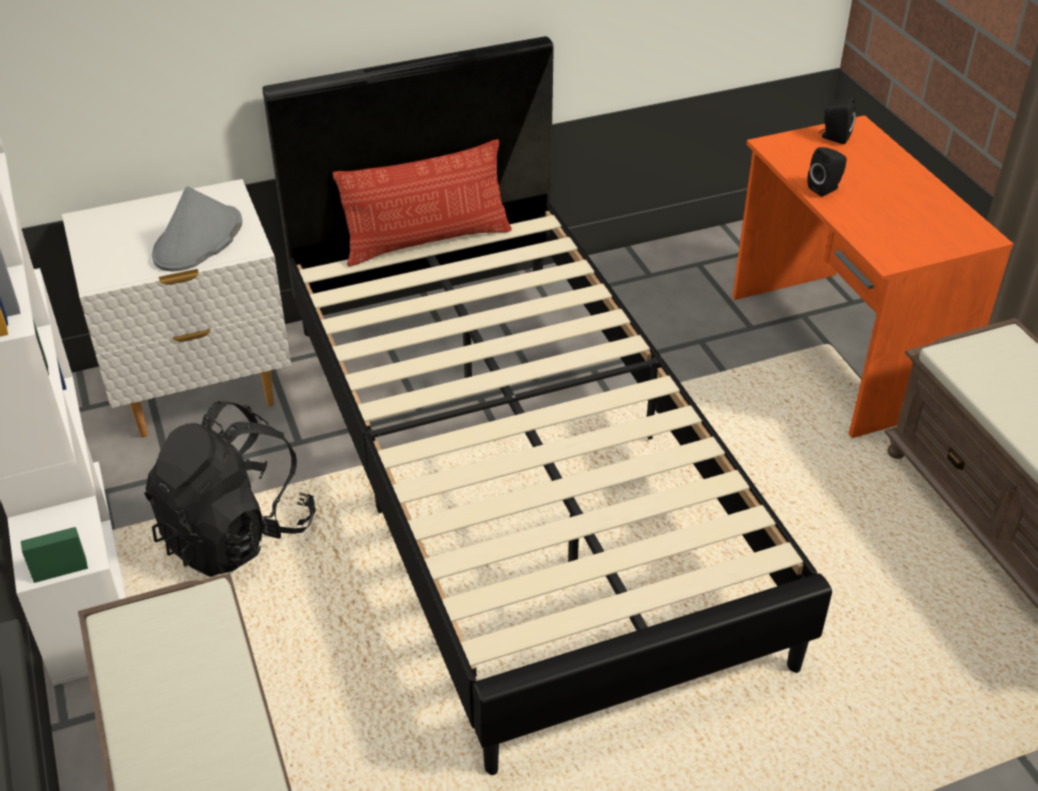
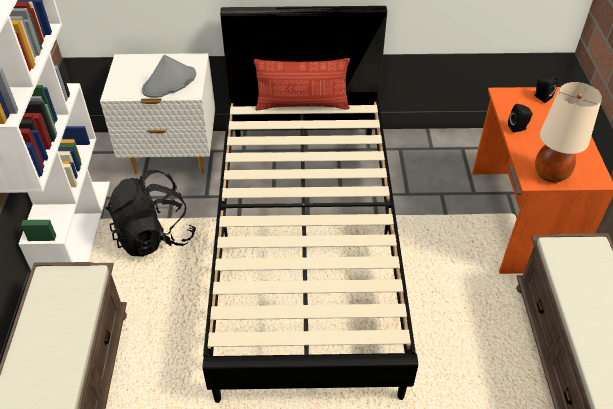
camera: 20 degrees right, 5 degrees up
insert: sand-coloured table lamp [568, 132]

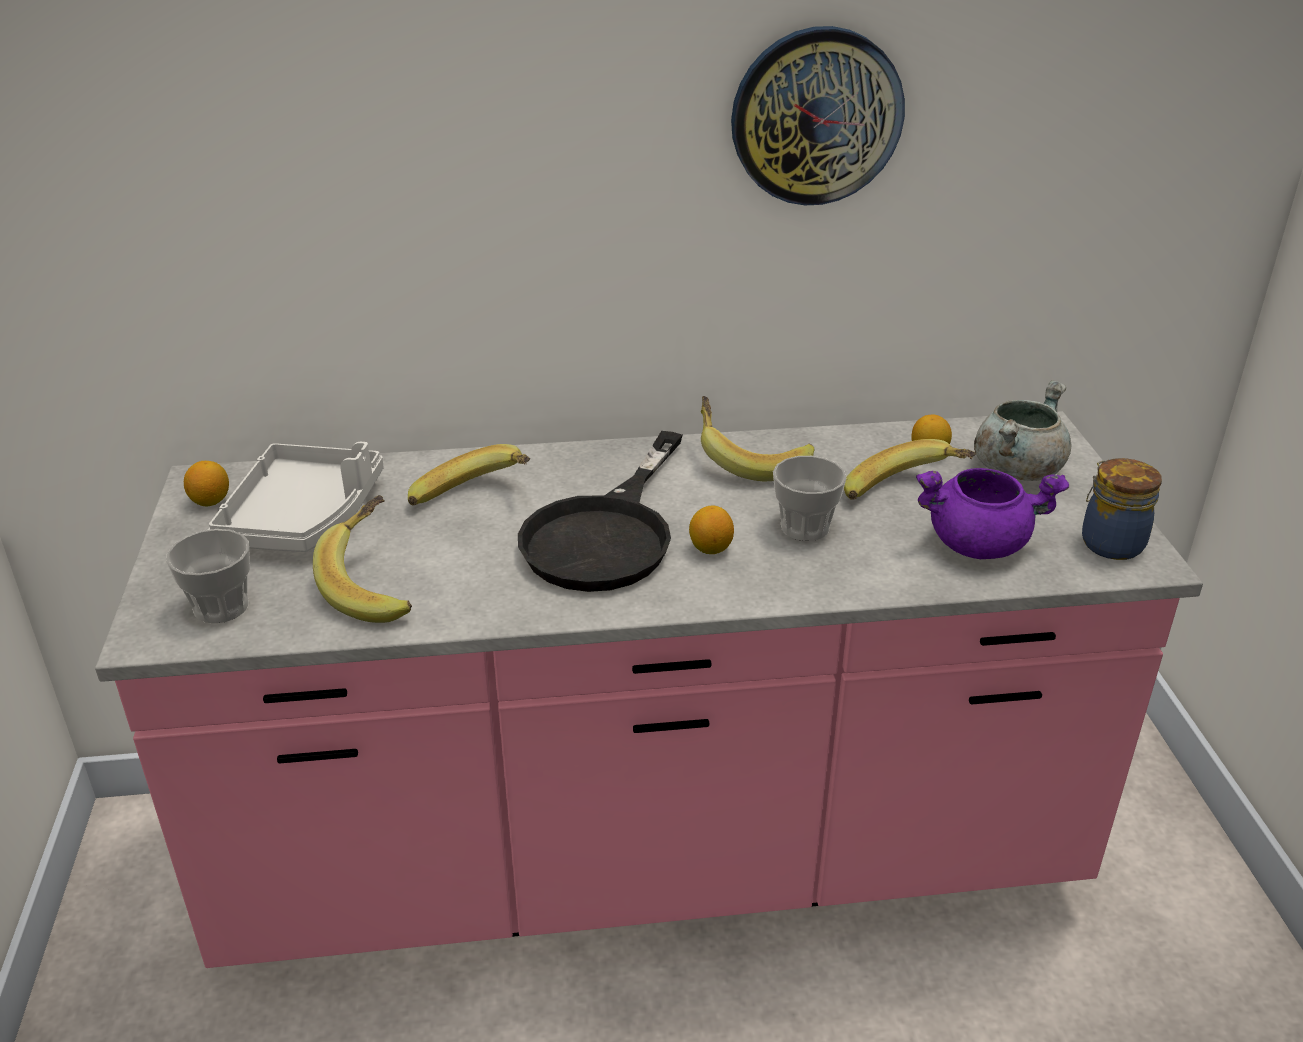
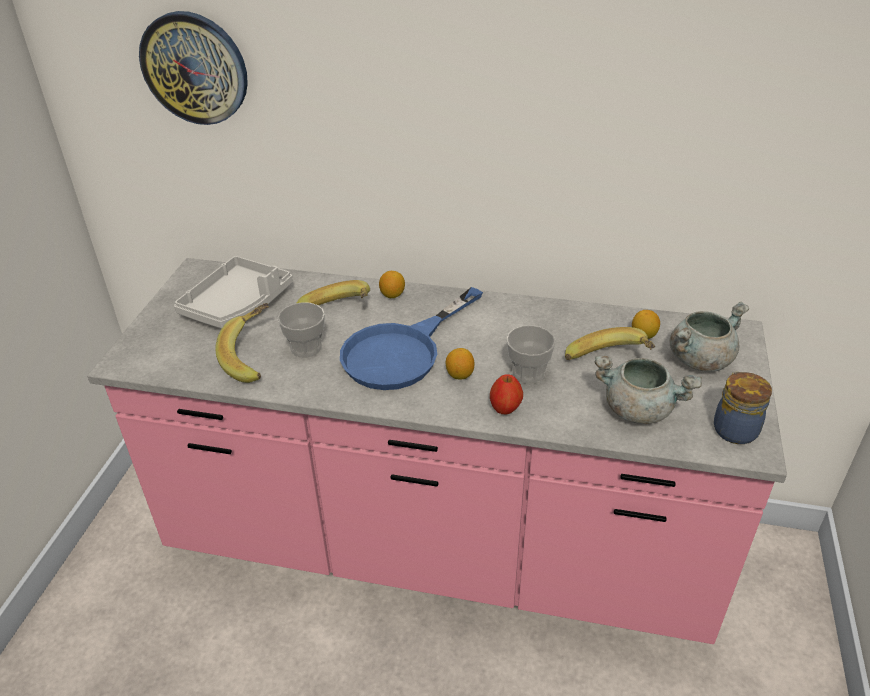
camera: 20 degrees right, 5 degrees up
delete: whole banana [757, 439]
insert: whole apple [506, 394]
move: clock on the wall [818, 115] to [193, 68]; whole lemon [206, 483] to [392, 284]; cup [208, 576] to [301, 330]
recolor: blackish skillet [600, 511] to blue skillet [411, 338]; purplish saucepot [992, 513] to gray saucepot [648, 389]

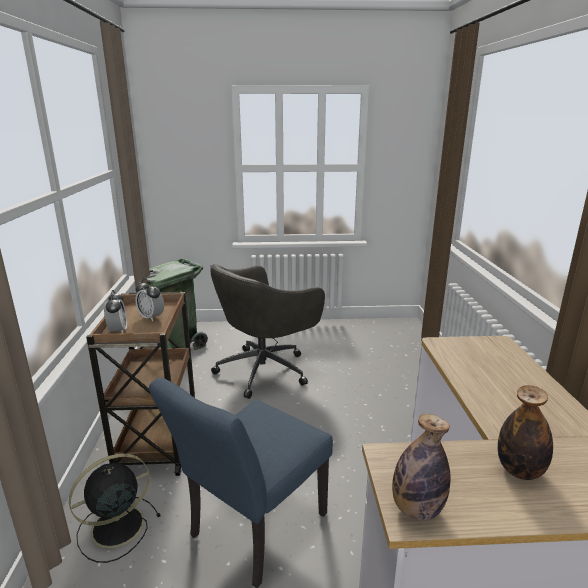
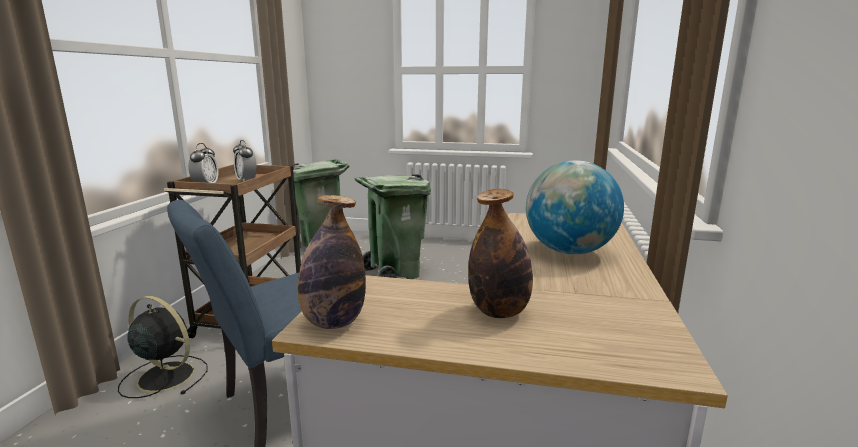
camera: 15 degrees right, 5 degrees down
insert: globe [575, 207]
replace: gray desk chair [267, 331] to green-coloured trash can [393, 226]
rotate: blackish cooling fan [115, 508] = [163, 347] 45 degrees clockwise

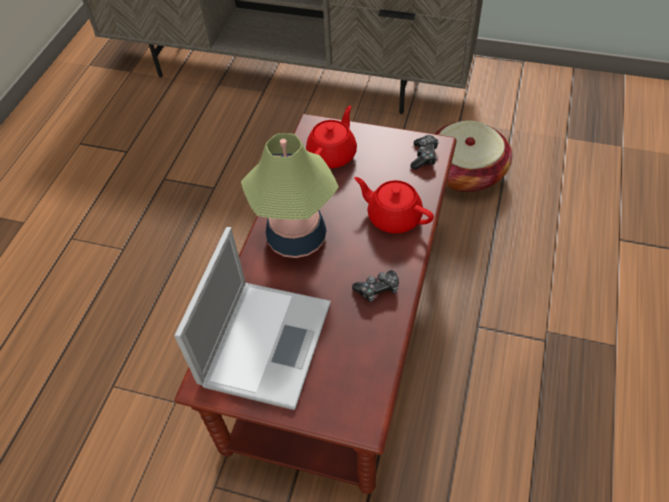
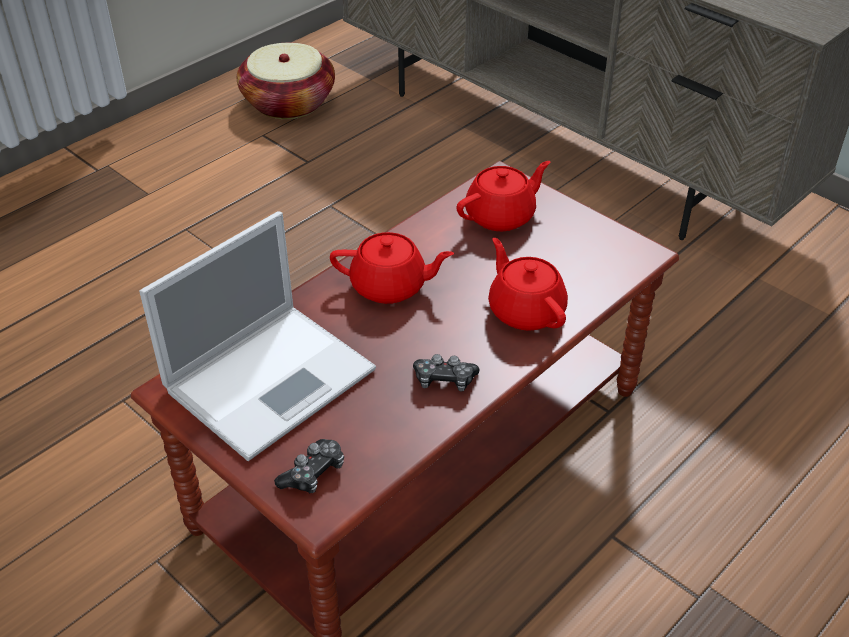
camera: 25 degrees right, 10 degrees down
move: storage basket [473, 157] to [286, 81]; joypad [424, 152] to [309, 466]
replace: table lamp [290, 195] to red-coloured pot for tea [392, 268]

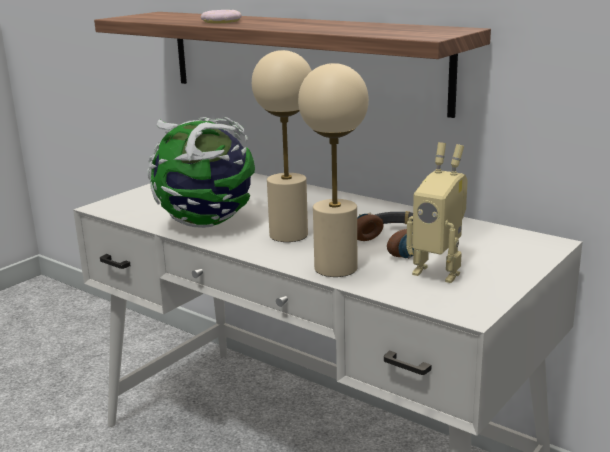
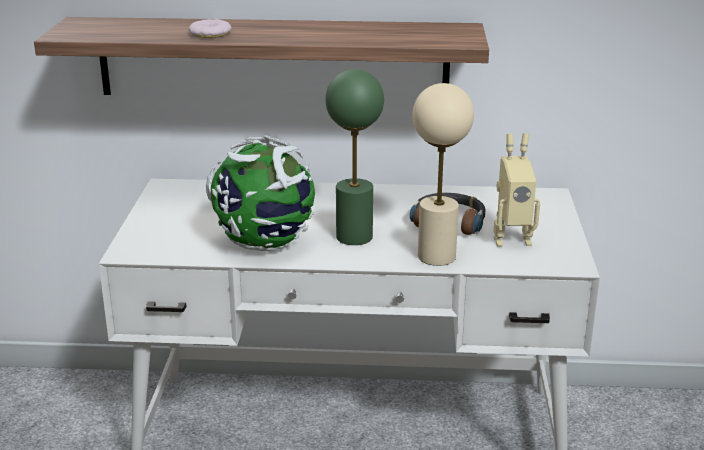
camera: 35 degrees left, 5 degrees up
recolor: sand-coloured table lamp [282, 146] to green-coloured table lamp [354, 157]

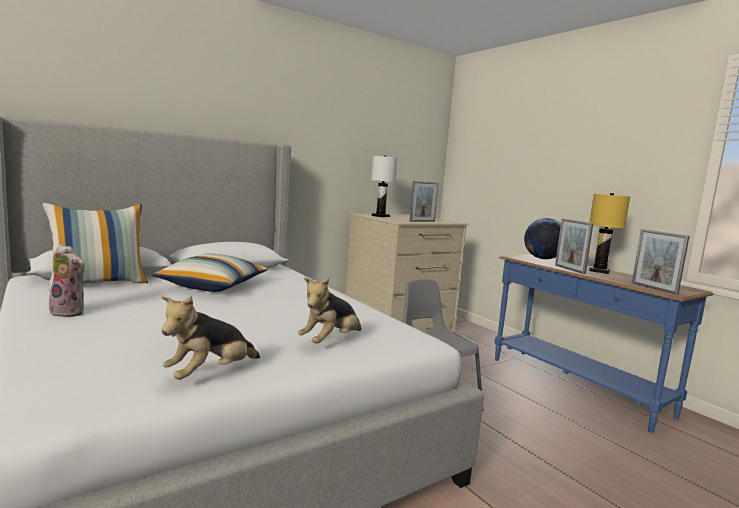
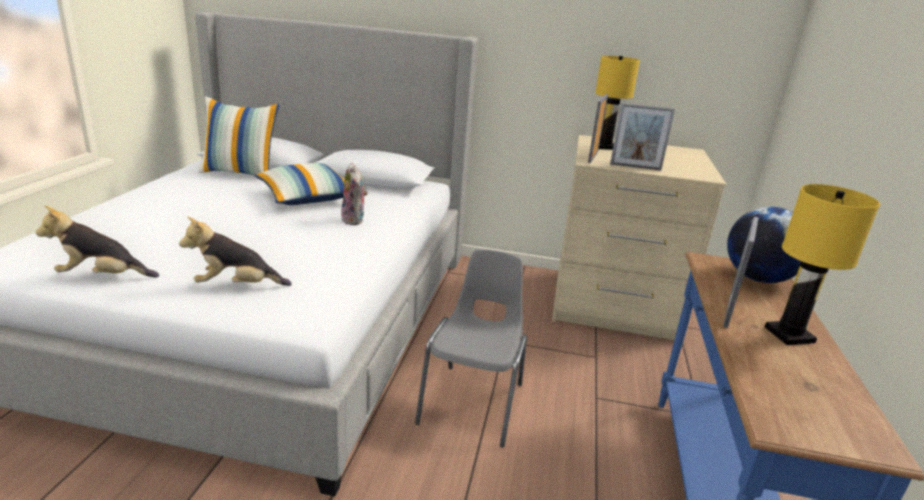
camera: 45 degrees right, 15 degrees up
move: picture frame [661, 262] to [598, 128]; soft toy [65, 280] to [354, 194]
recolor: whitish table lamp [384, 186] to yellow-coloured table lamp [617, 103]

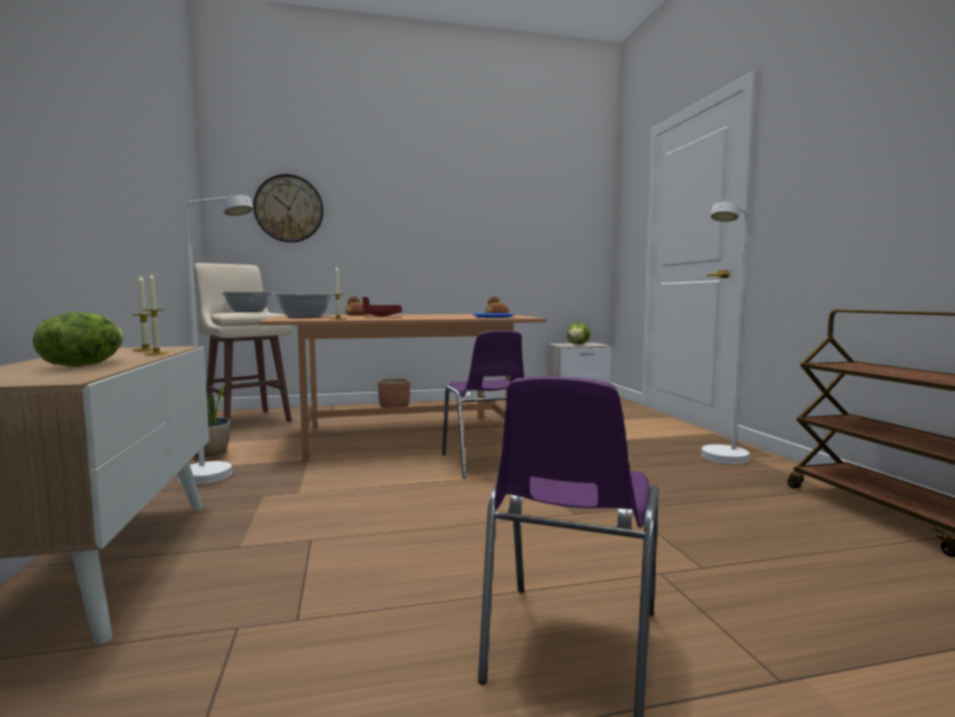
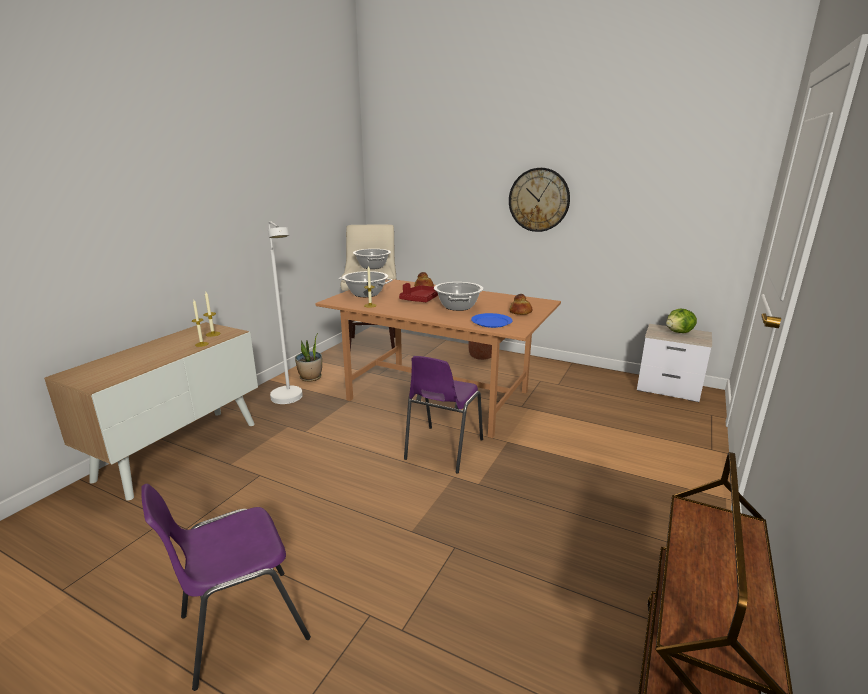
camera: 40 degrees right, 15 degrees up
delete: whitish standing lamp [725, 333]; head of lettuce [78, 339]
insert: saucepot [459, 296]
move: clock on the wall [288, 208] to [539, 200]

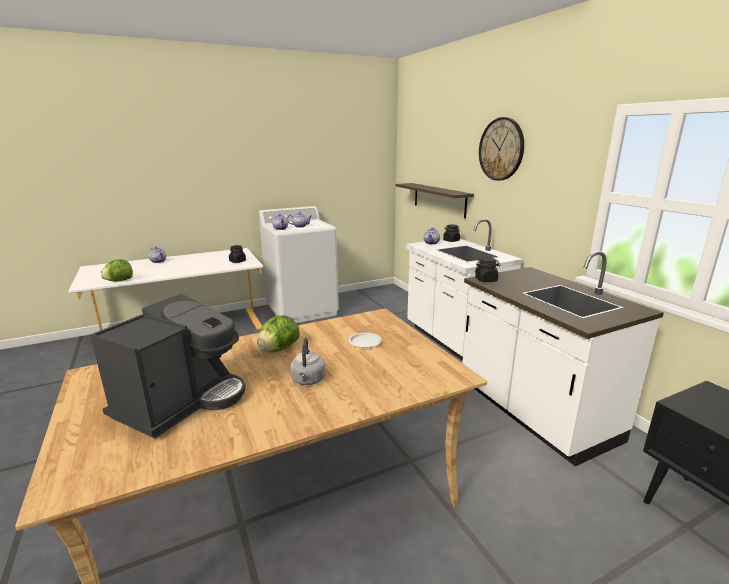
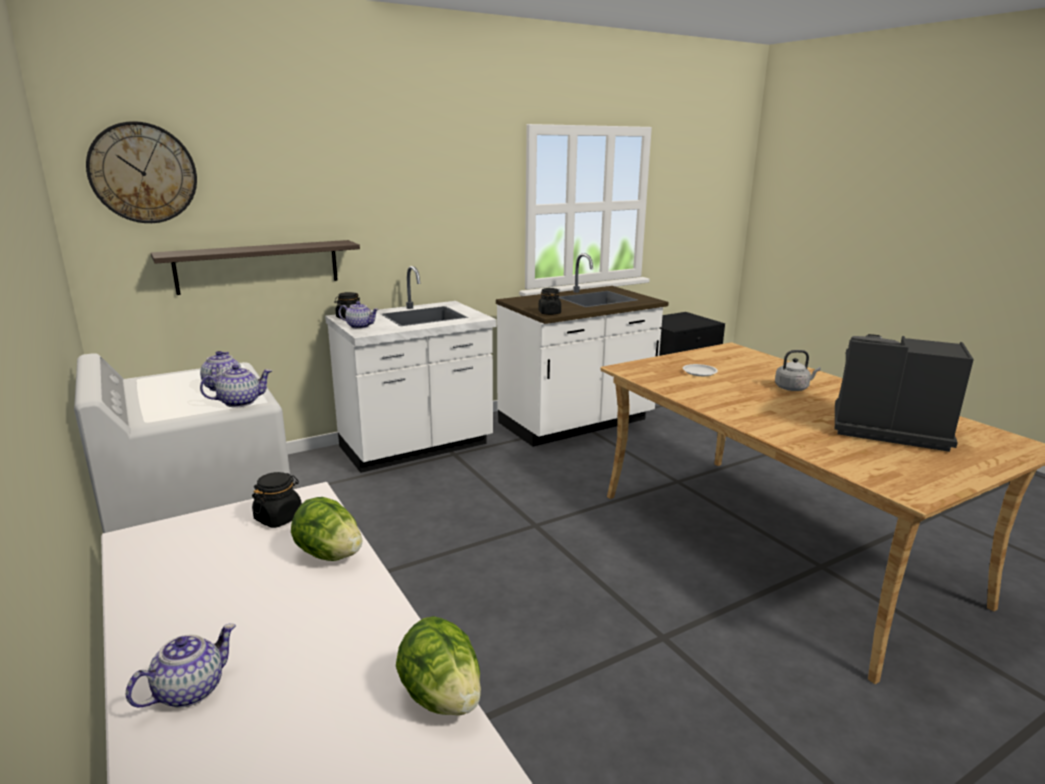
camera: 95 degrees left, 0 degrees up
move: clock on the wall [501, 149] to [141, 172]; head of lettuce [278, 333] to [326, 529]

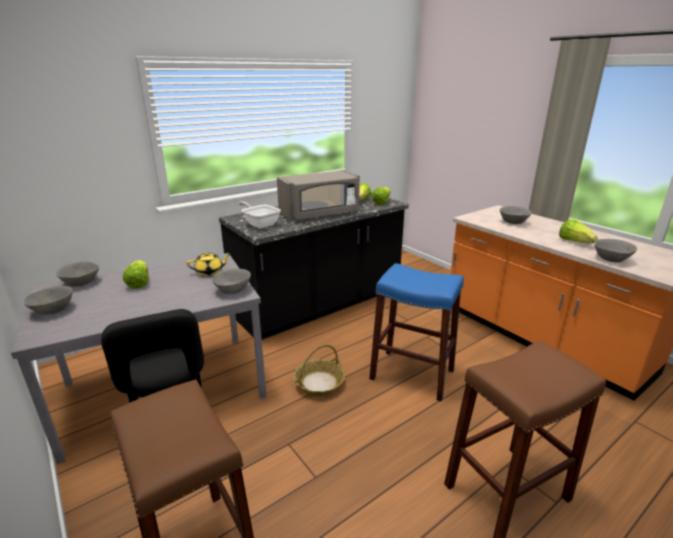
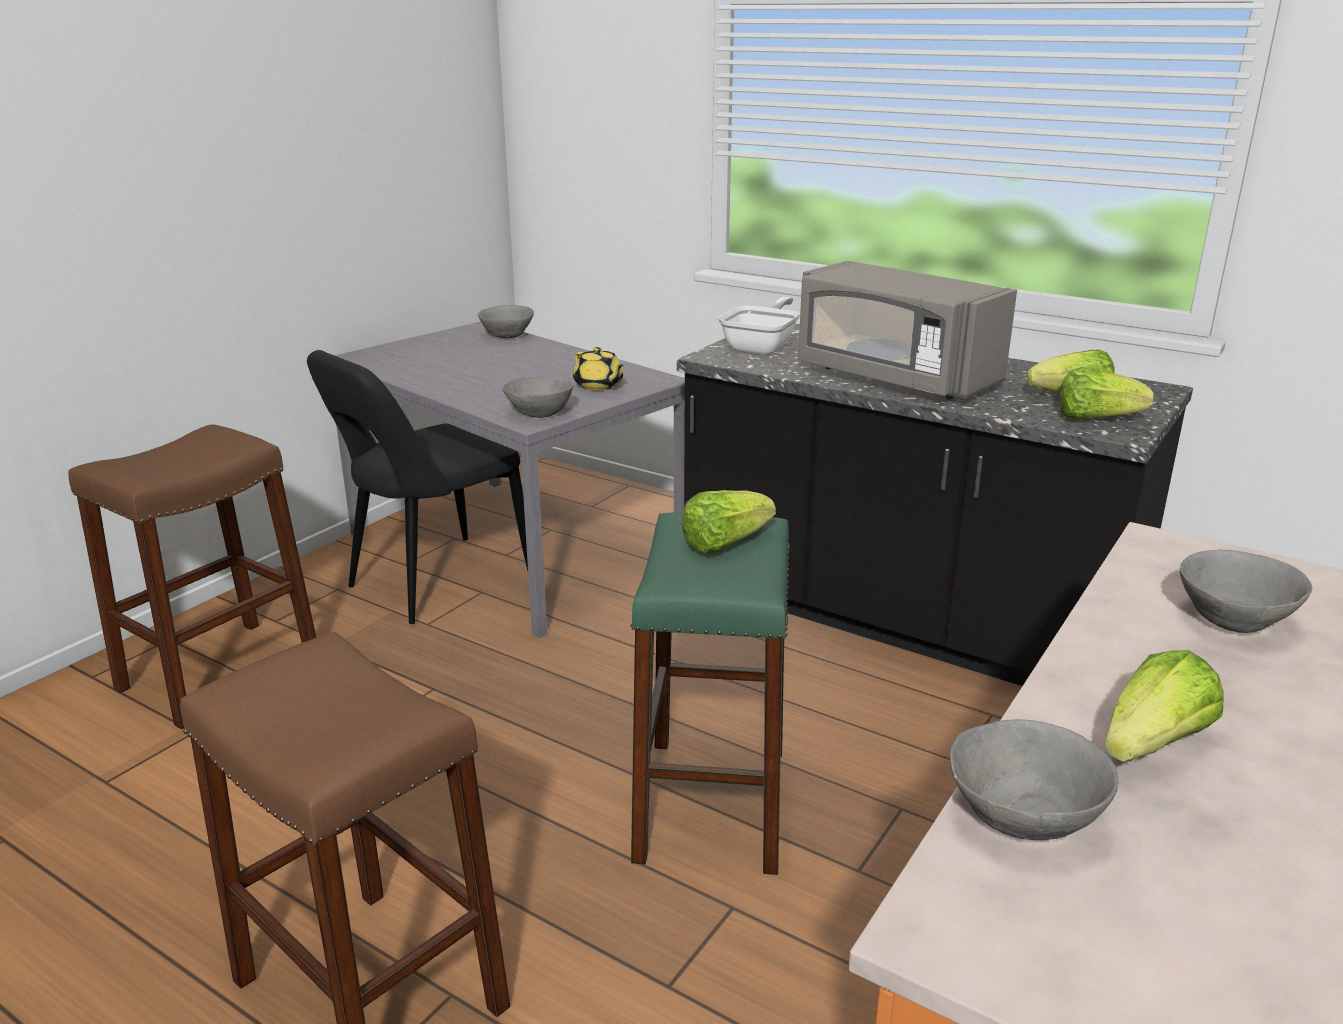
camera: 70 degrees right, 0 degrees up
delete: gray deep dish [48, 300]; storage basket [319, 370]
move: head of lettuce [136, 274] to [729, 521]
recolor: blue stool seat [416, 332] to green-coloured stool seat [710, 693]

